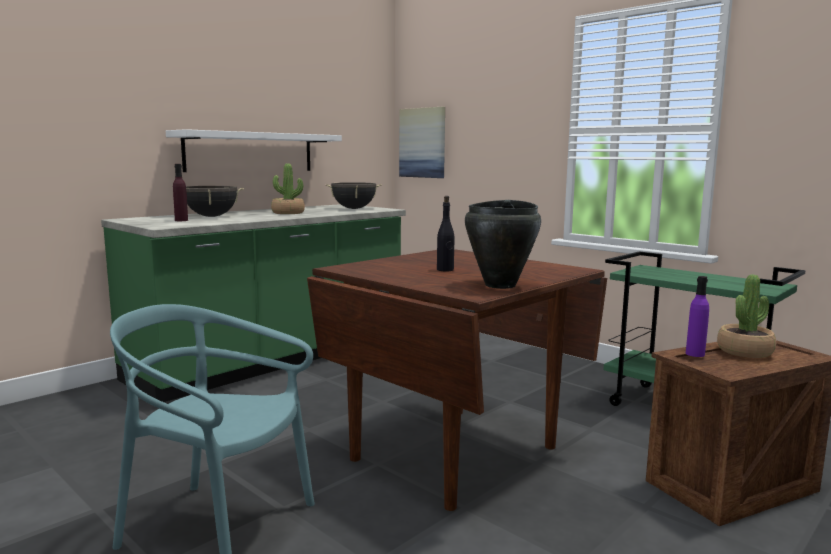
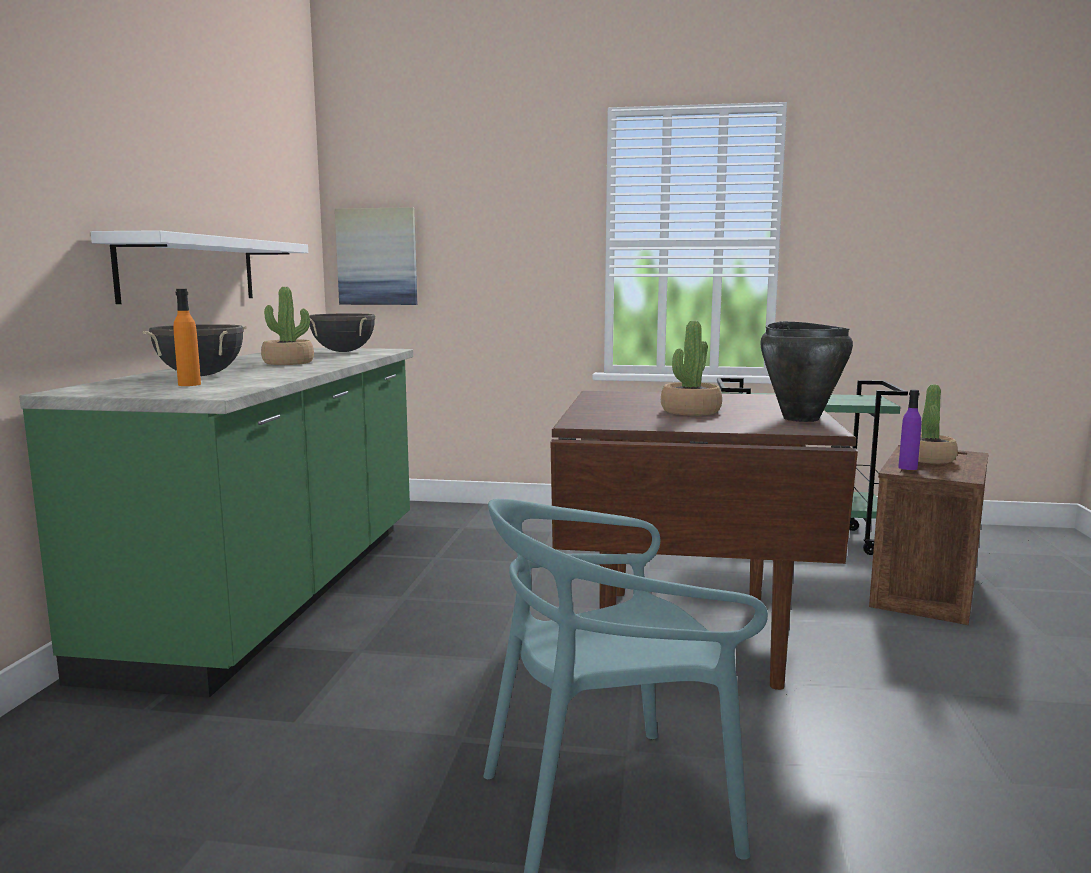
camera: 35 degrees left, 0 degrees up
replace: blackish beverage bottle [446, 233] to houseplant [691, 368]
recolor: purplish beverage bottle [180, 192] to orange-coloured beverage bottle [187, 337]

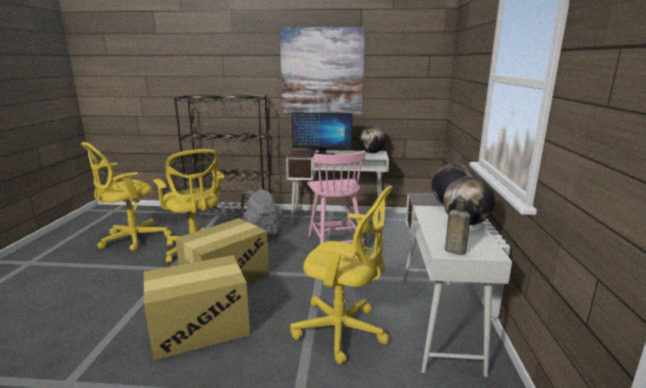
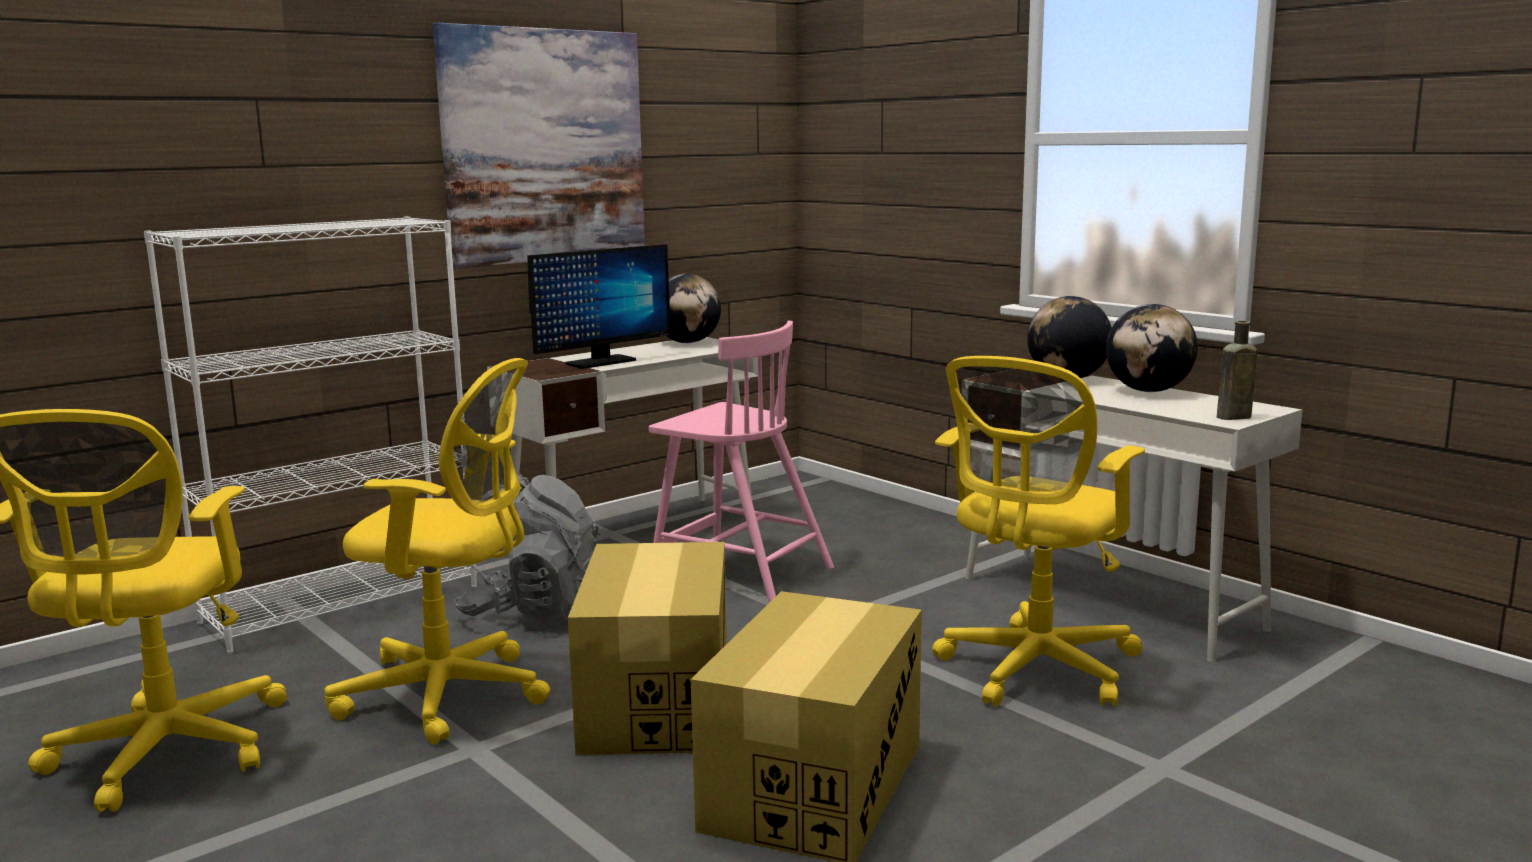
camera: 45 degrees left, 5 degrees down
recolor: blackish bookshelf [222, 157] to whitish bookshelf [310, 435]
rotate: yellow-coloured desk chair [341, 275] = [1038, 531] 150 degrees clockwise

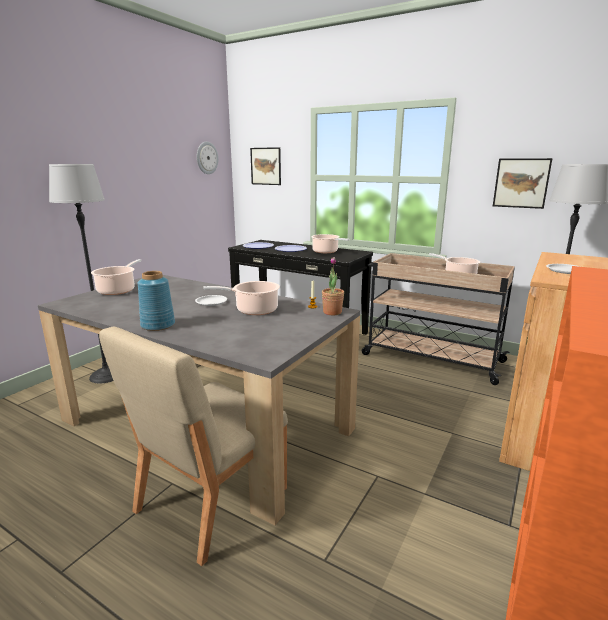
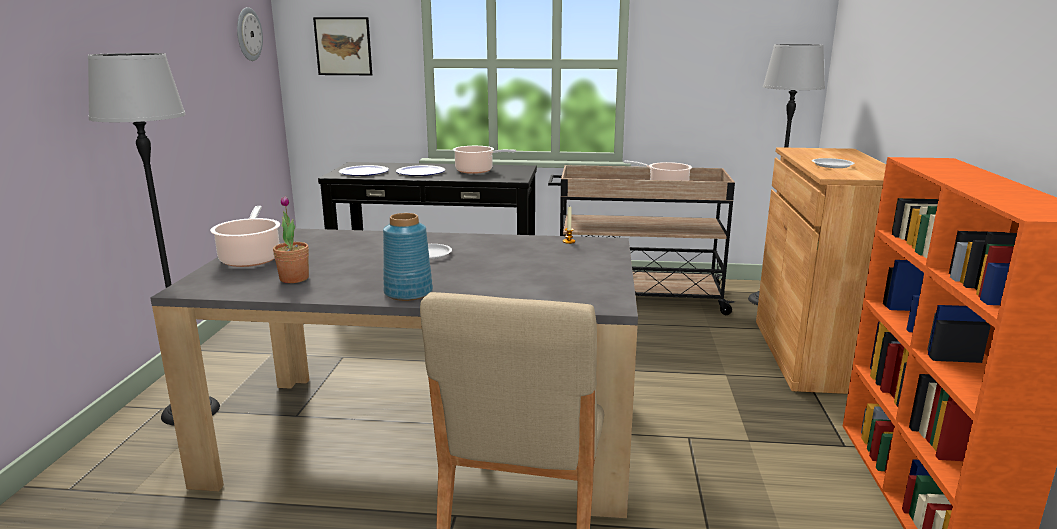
camera: 25 degrees left, 0 degrees up
delete: picture [522, 183]; saucepot [241, 298]
move: houseplant [333, 286] to [291, 239]

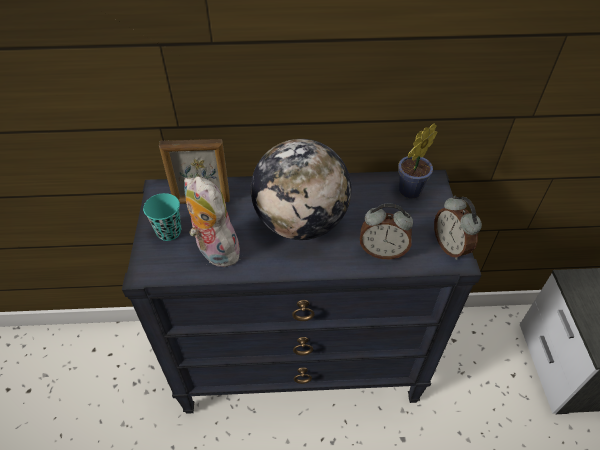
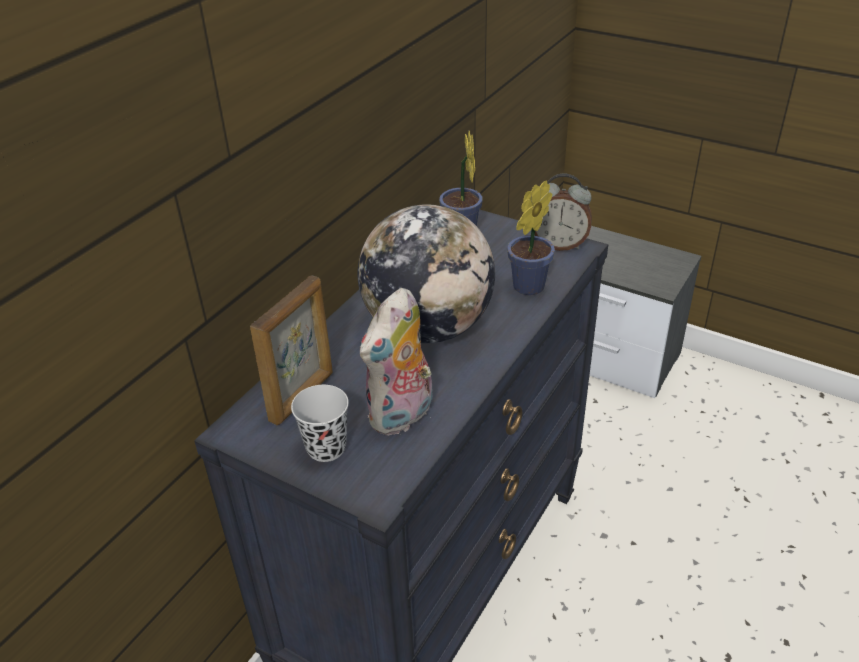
camera: 55 degrees left, 10 degrees down
replace: table clock [386, 231] to houseplant [531, 237]
recolor: turquoise-coloured cup [162, 217] to blackish cup [320, 423]
rotate: soft toy [212, 222] = [396, 362] 45 degrees counterclockwise

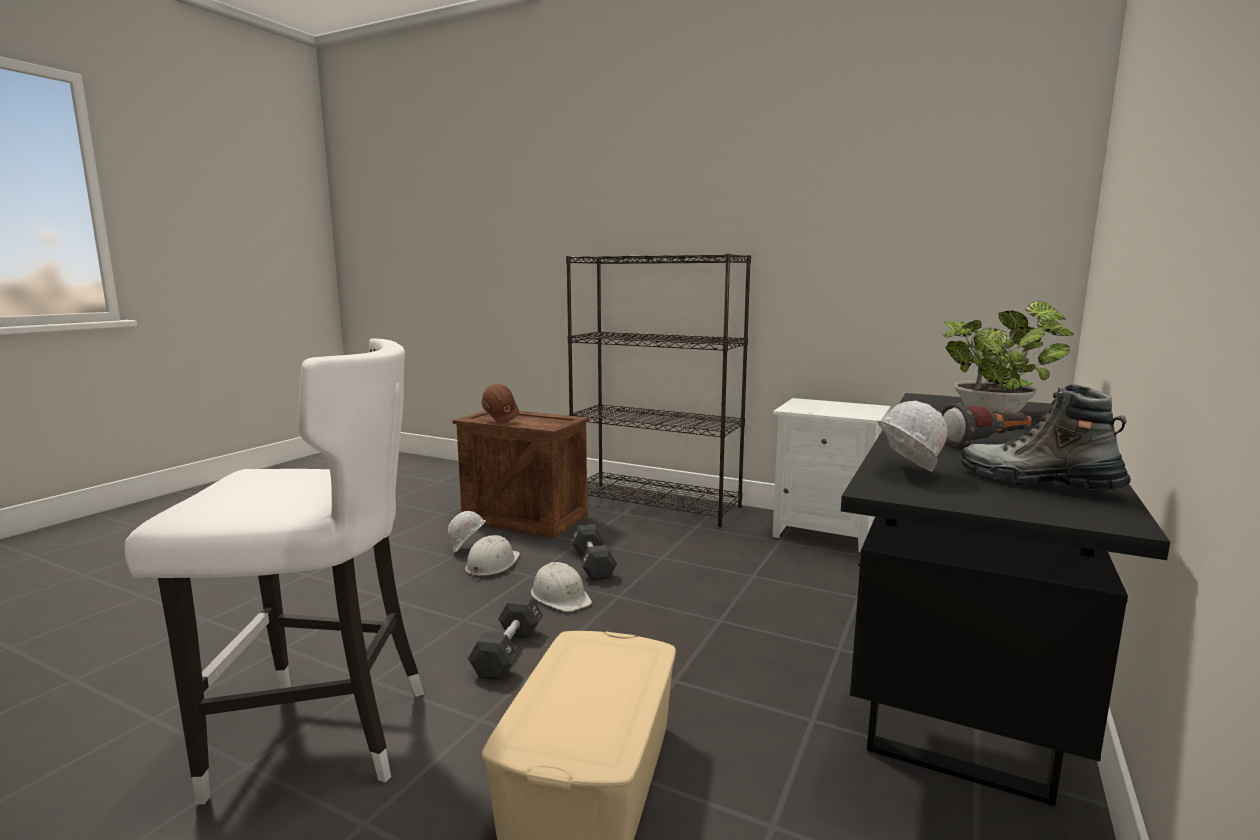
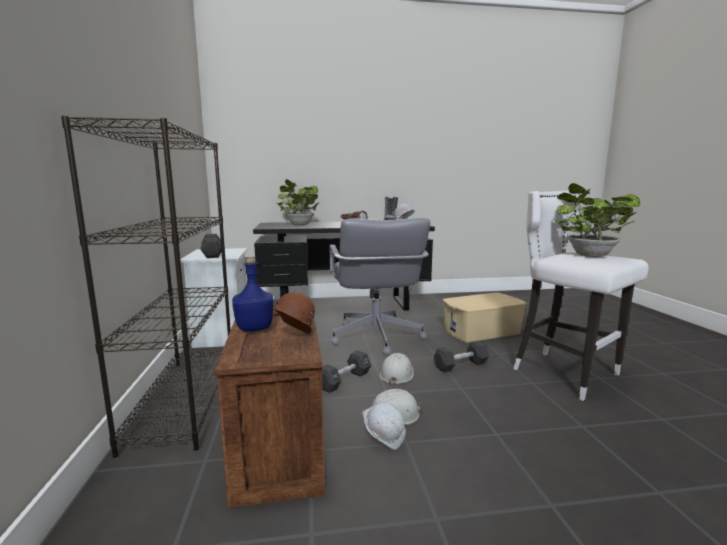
camera: 125 degrees left, 0 degrees up
insert: houseplant [597, 220]; gray desk chair [380, 287]; blackish dumbbell [211, 246]; blue beverage bottle [253, 294]

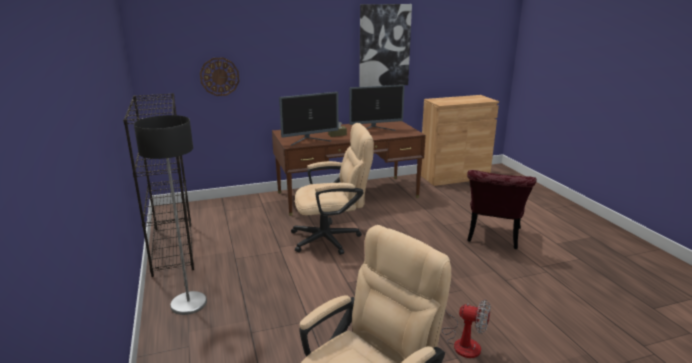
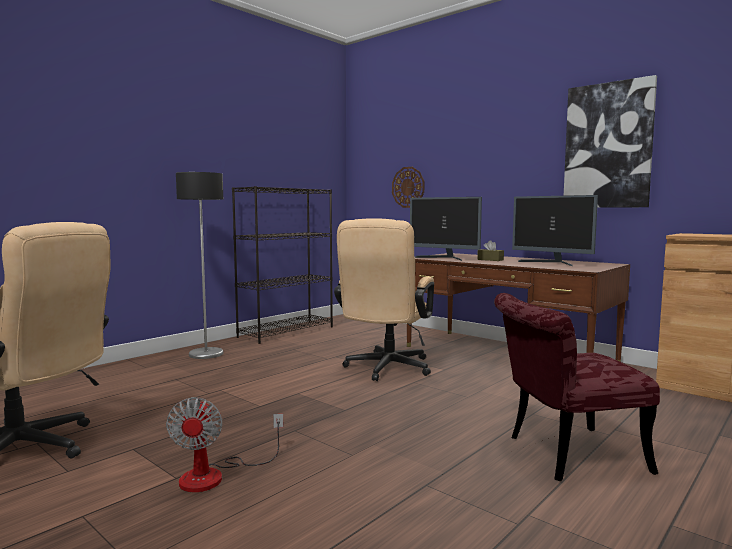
camera: 60 degrees right, 15 degrees down
rotate: sand-coloured desk chair [332, 189] = [384, 299] 60 degrees clockwise

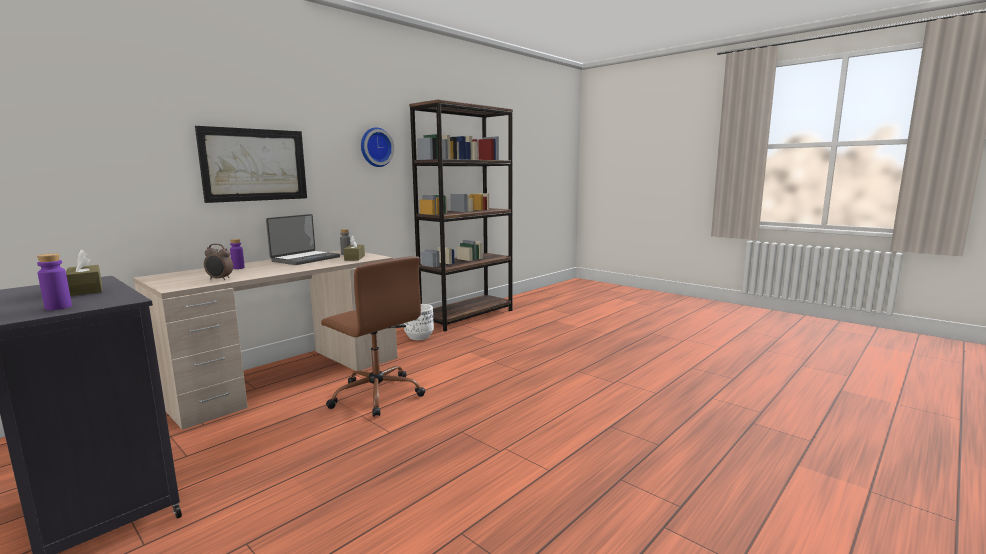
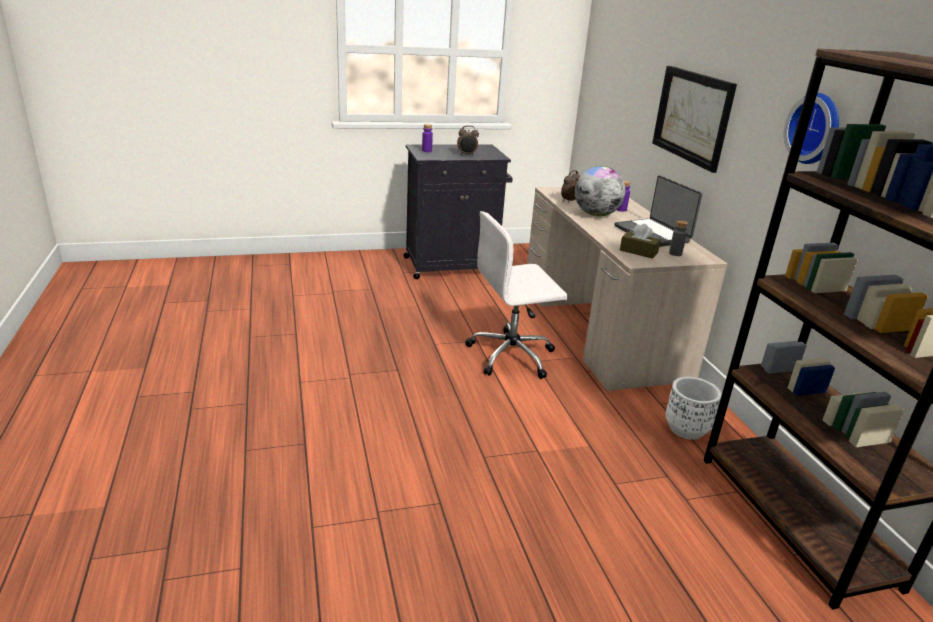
camera: 120 degrees right, 15 degrees up
insert: globe [600, 191]
replace: brown box of tissues [84, 272] to table clock [468, 141]
recolor: brown desk chair [373, 336] to whitish desk chair [516, 295]

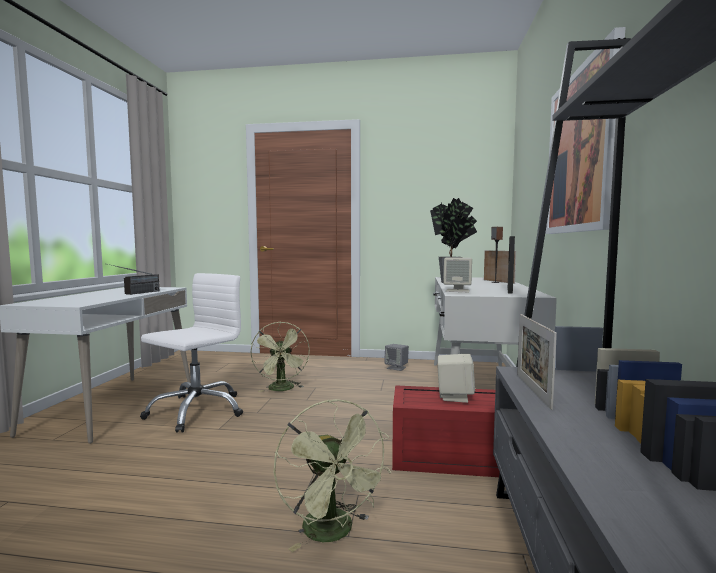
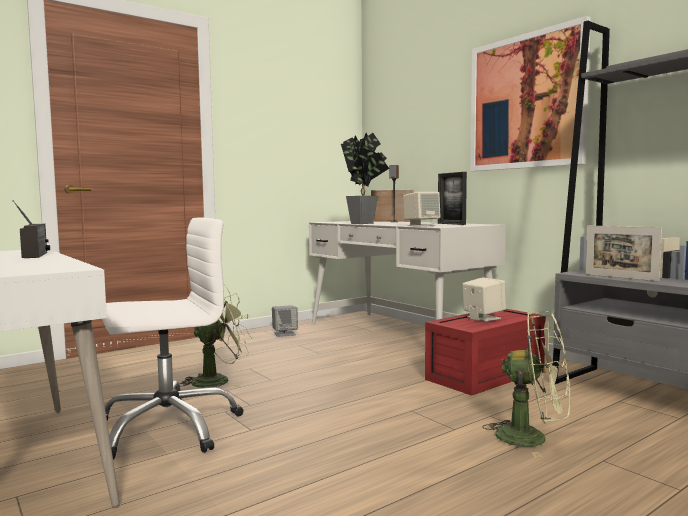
camera: 45 degrees left, 0 degrees up
rotate: whitish desk chair [191, 353] = [173, 338] 75 degrees clockwise; green-coloured cooling fan [280, 357] = [216, 337] 75 degrees counterclockwise

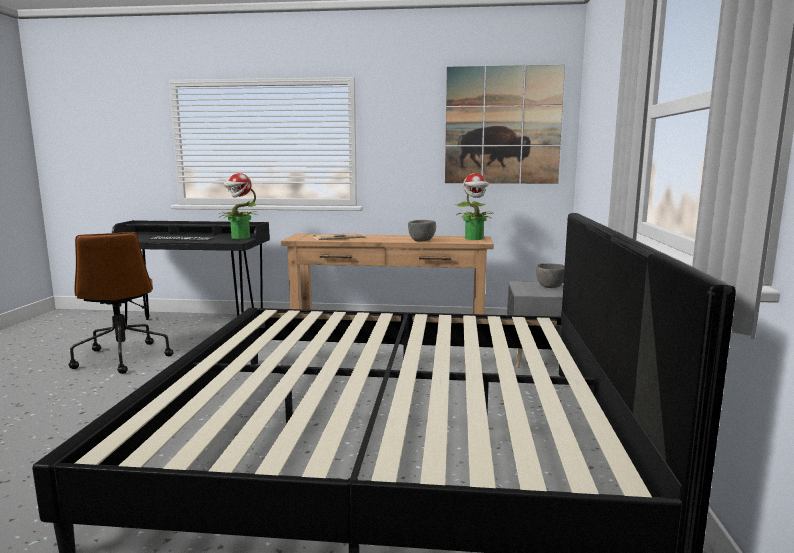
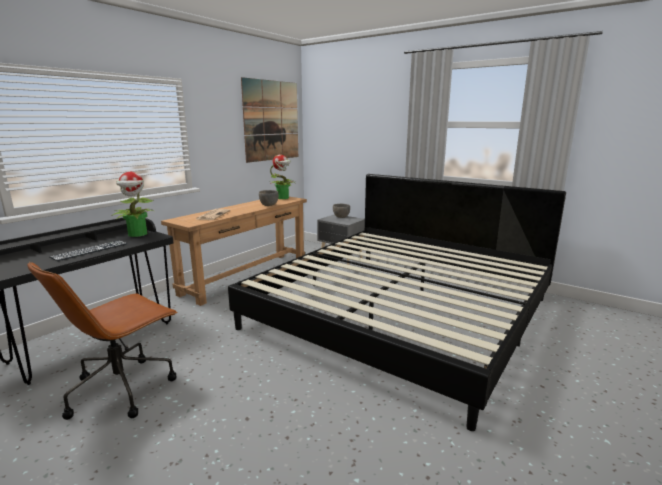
camera: 60 degrees left, 5 degrees up
rotate: brown desk chair [121, 303] = [102, 340] 120 degrees clockwise

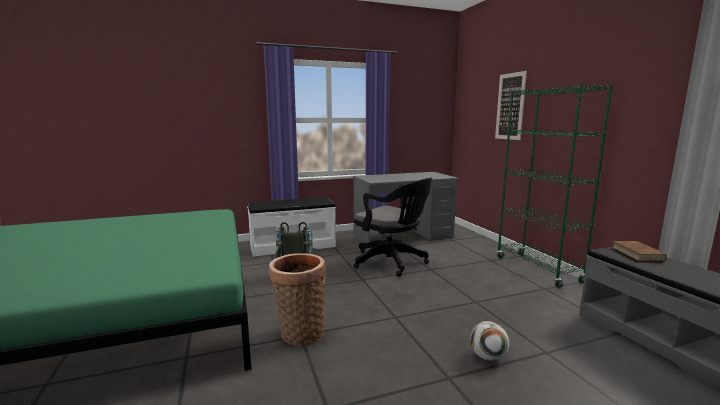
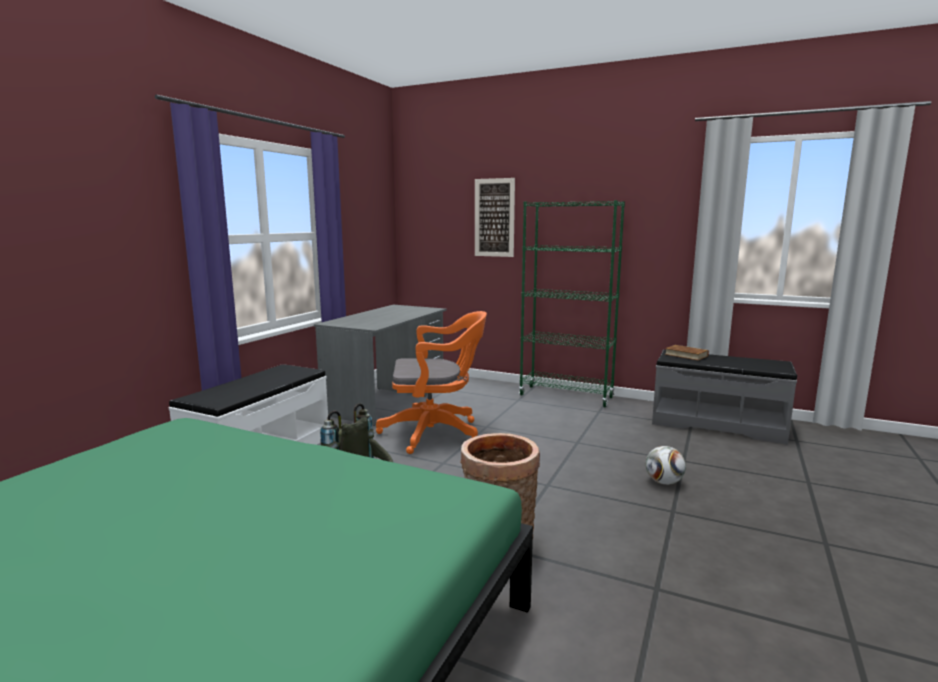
camera: 45 degrees left, 0 degrees up
recolor: blackish desk chair [393, 227] to orange-coloured desk chair [431, 382]

